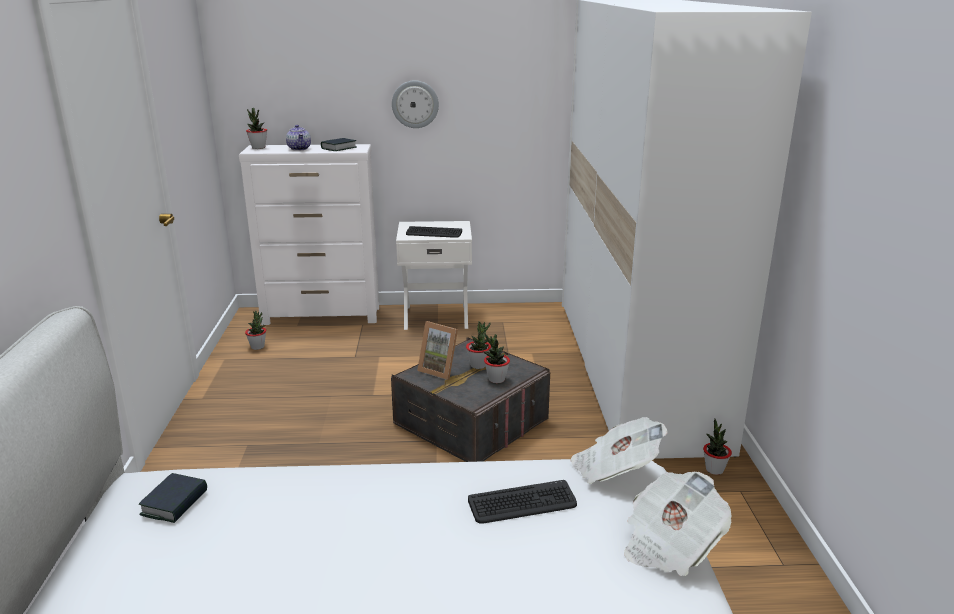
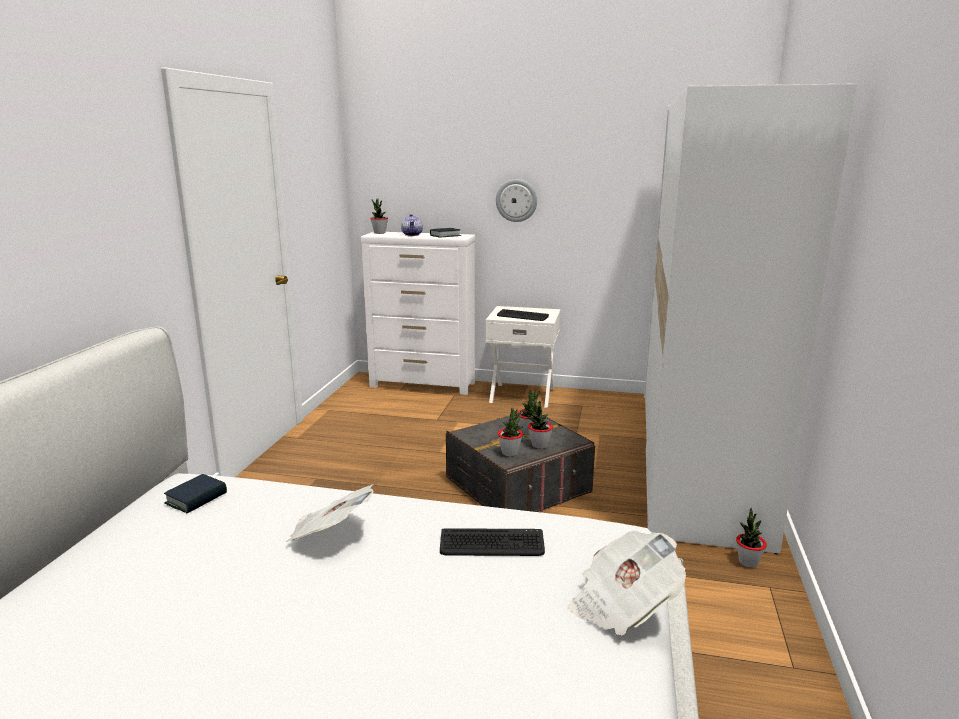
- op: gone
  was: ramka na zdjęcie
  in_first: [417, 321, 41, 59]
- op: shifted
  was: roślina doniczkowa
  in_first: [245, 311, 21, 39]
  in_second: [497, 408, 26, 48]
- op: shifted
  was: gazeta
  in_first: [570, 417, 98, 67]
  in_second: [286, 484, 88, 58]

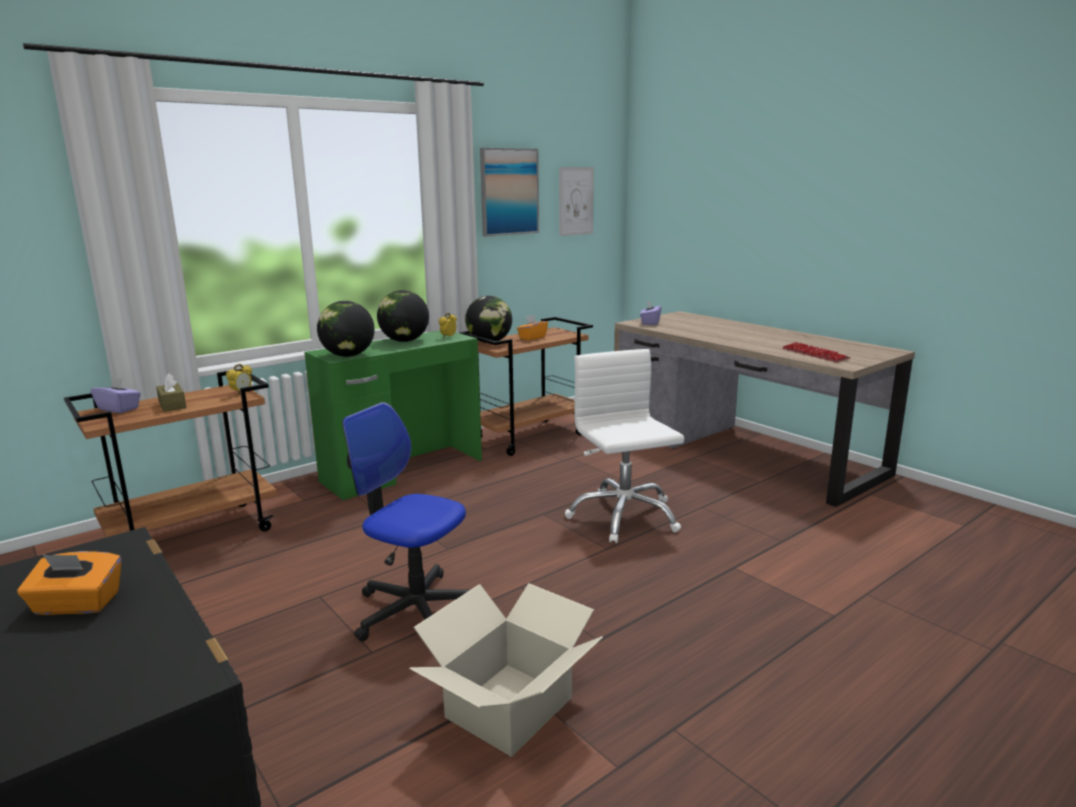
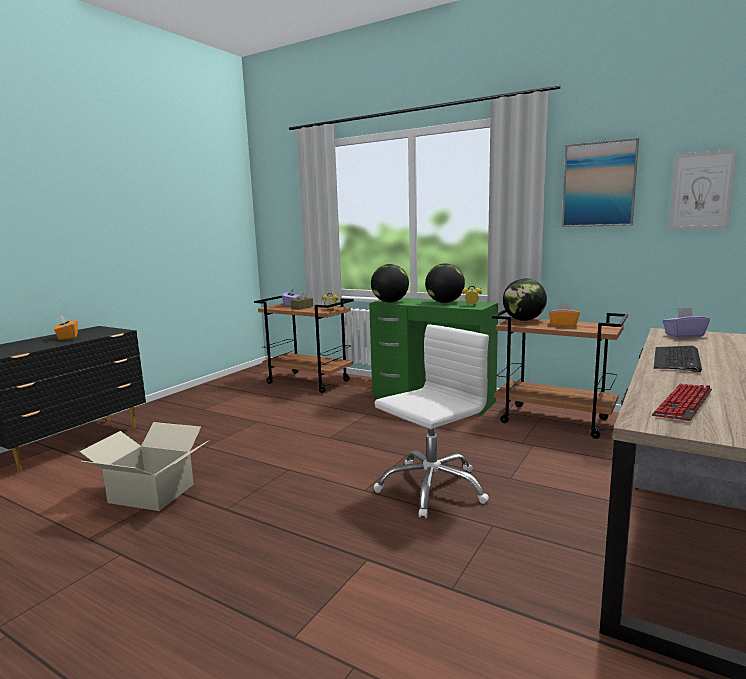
- op: gone
  was: krzesło biurowe
  in_first: [342, 402, 128, 240]
- op: new
  now: klawiatura
  in_second: [654, 346, 48, 26]

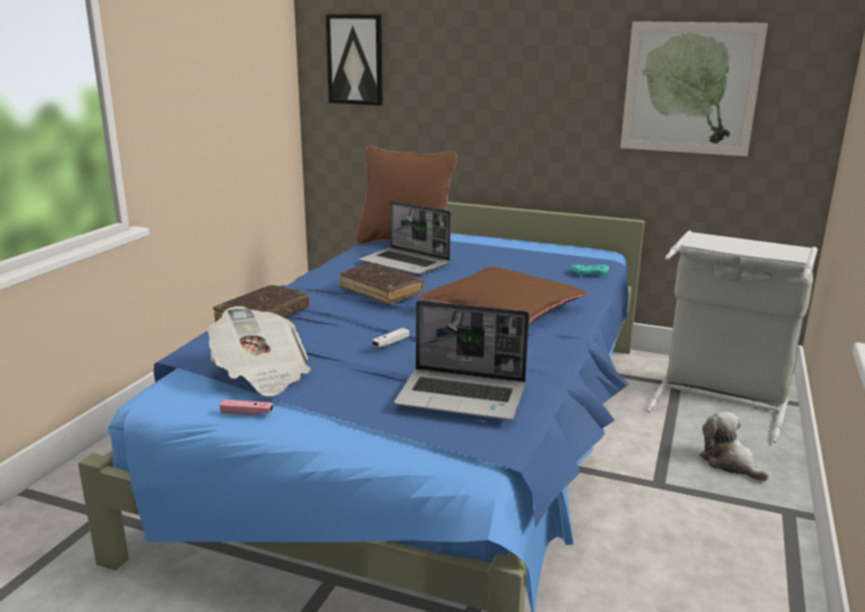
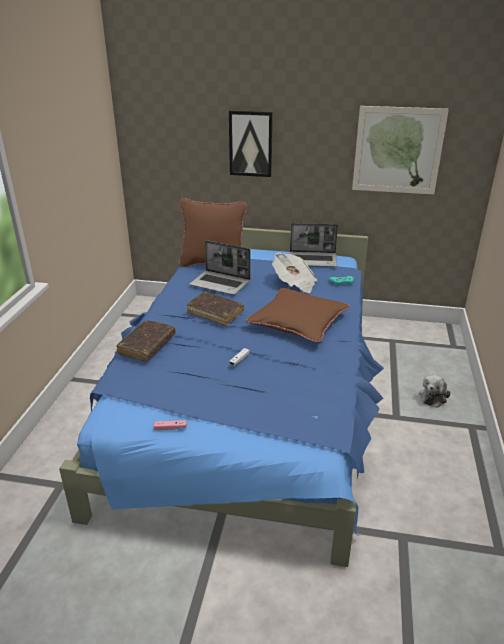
- op: gone
  was: kosz na pranie [szary]
  in_first: [647, 230, 170, 213]
- op: shifted
  was: gazeta
  in_first: [207, 306, 104, 91]
  in_second: [272, 253, 45, 40]
- op: shifted
  was: obraz
  in_first: [325, 14, 58, 92]
  in_second: [229, 110, 44, 67]
- op: shifted
  was: laptop
  in_first: [394, 300, 135, 120]
  in_second: [290, 223, 48, 44]
- op: rotated
  was: pluszak
  in_first: [699, 411, 70, 70]
  in_second: [419, 375, 32, 33]
  clockwise: -105

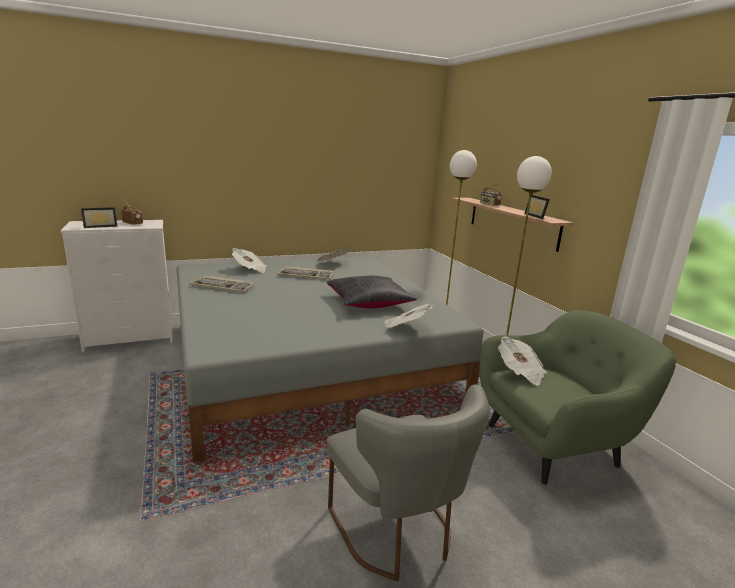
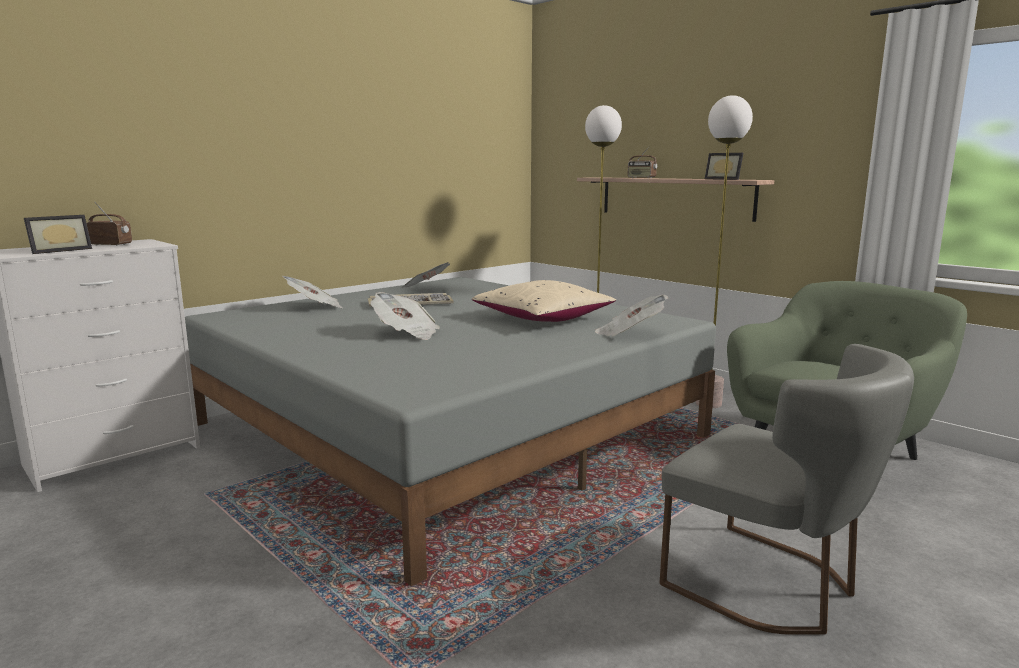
- op: gone
  was: klawiatura
  in_first: [190, 276, 64, 17]
- op: shifted
  was: gazeta
  in_first: [498, 337, 49, 49]
  in_second: [371, 292, 69, 48]
- op: repainted
  was: poduszka [czarny]
  now: poduszka [beżowy]
  in_first: [327, 276, 90, 33]
  in_second: [472, 280, 144, 42]

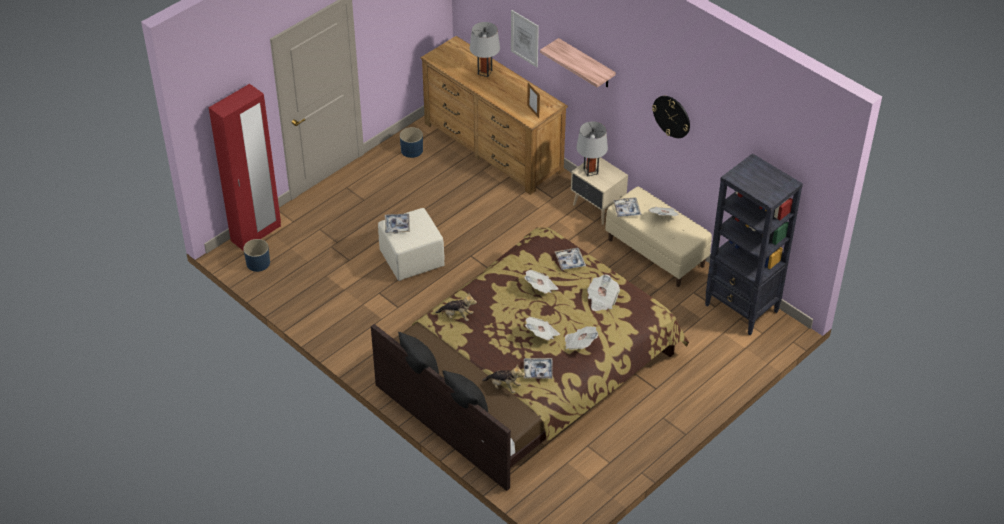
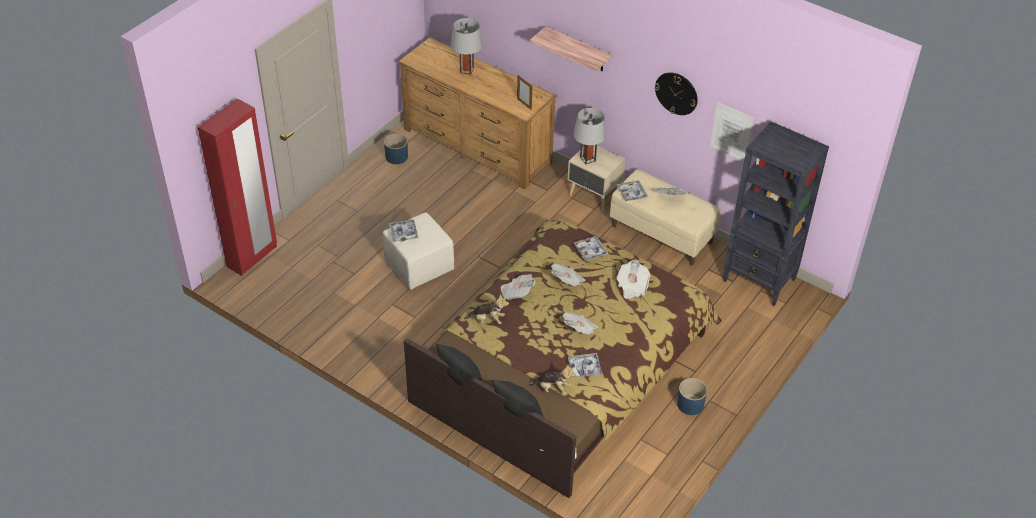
- op: shifted
  was: donica [niebieski]
  in_first: [243, 239, 27, 33]
  in_second: [677, 378, 30, 37]
- op: shifted
  was: obraz
  in_first: [511, 10, 28, 57]
  in_second: [710, 102, 44, 59]
- op: shifted
  was: gazeta
  in_first: [565, 326, 33, 24]
  in_second: [501, 274, 34, 26]

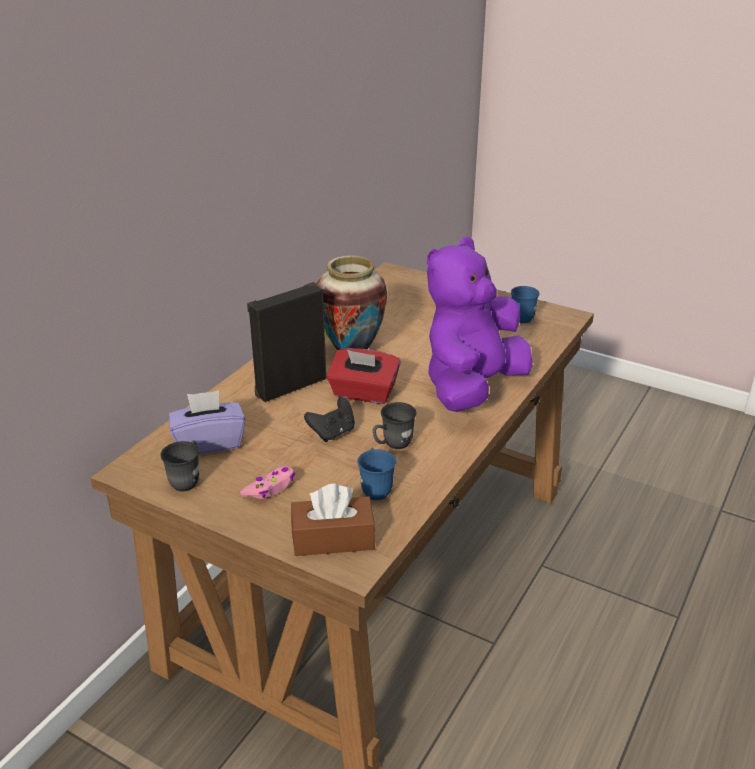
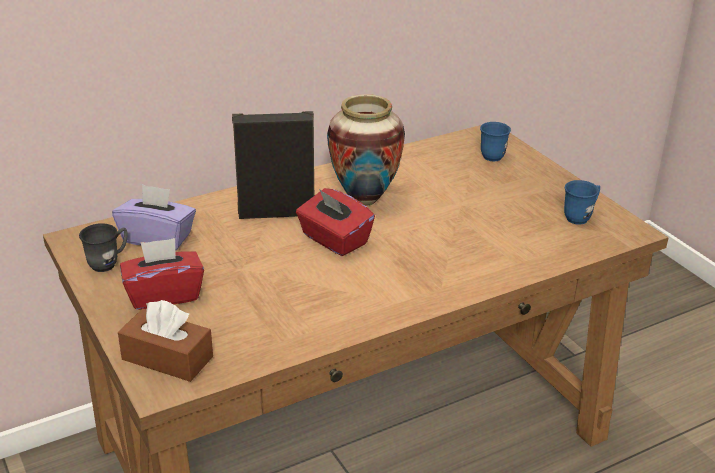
- op: gone
  was: pad do gier [czarny]
  in_first: [304, 397, 51, 45]
- op: gone
  was: kubek [szary]
  in_first: [373, 402, 43, 47]
- op: gone
  was: pluszak [fioletowy]
  in_first: [427, 237, 106, 175]
- op: shifted
  was: kubek [niebieski]
  in_first: [358, 448, 38, 52]
  in_second: [480, 122, 31, 39]
- op: swapped
  was: pad do gier [różowy]
  now: pudełko chusteczek [czerwony]
  in_first: [240, 466, 55, 33]
  in_second: [120, 238, 84, 72]

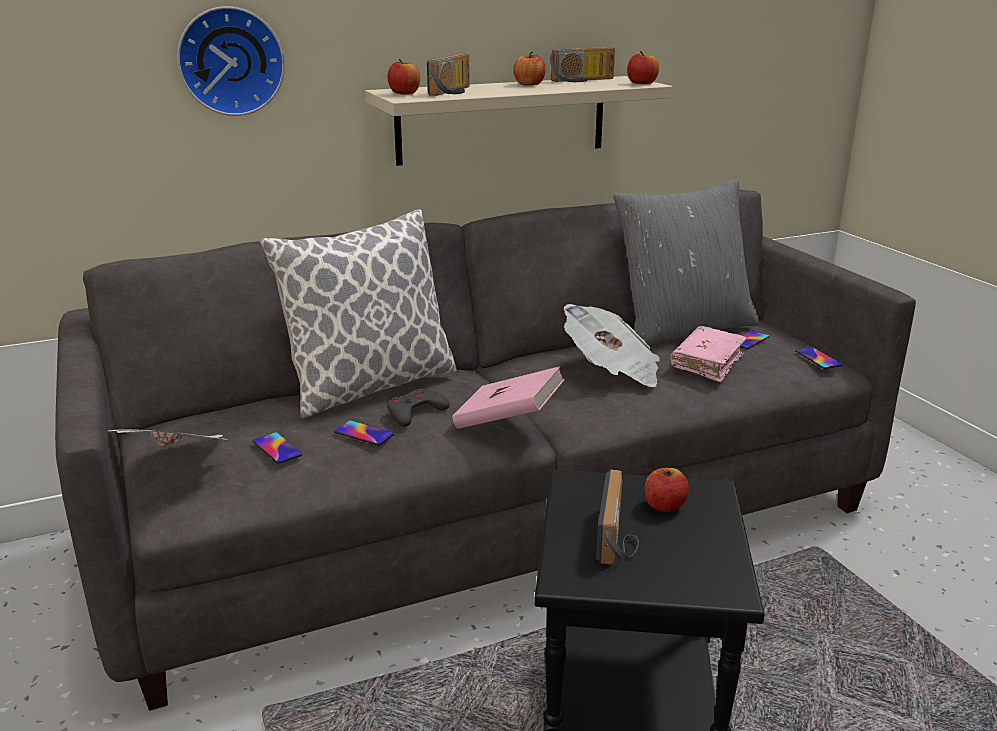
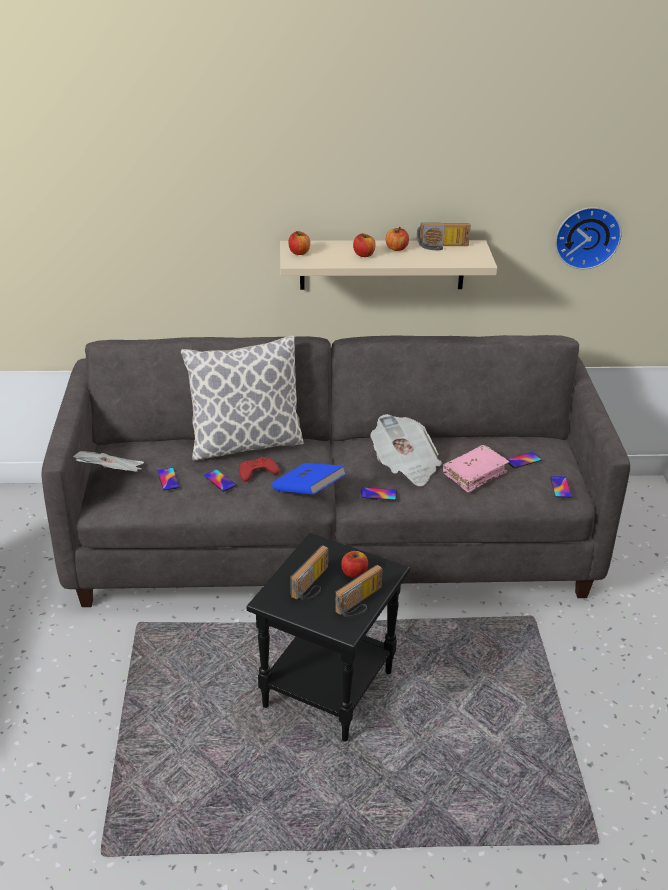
- op: gone
  was: poduszka [szary]
  in_first: [613, 179, 146, 167]
- op: new
  now: telefon
  in_second: [361, 487, 36, 13]
- op: shifted
  was: zegar ścienny
  in_first: [177, 6, 108, 110]
  in_second: [555, 207, 67, 62]
- op: shifted
  was: radio
  in_first: [427, 54, 43, 42]
  in_second: [335, 565, 47, 52]
- op: shifted
  was: jabłko
  in_first: [627, 51, 32, 33]
  in_second: [353, 233, 22, 24]
- op: repainted
  was: pad do gier [szary]
  now: pad do gier [czerwony]
  in_first: [387, 389, 63, 38]
  in_second: [240, 457, 40, 25]
- op: repainted
  was: książka [różowy]
  now: książka [niebieski]
  in_first: [452, 366, 113, 63]
  in_second: [272, 463, 74, 32]

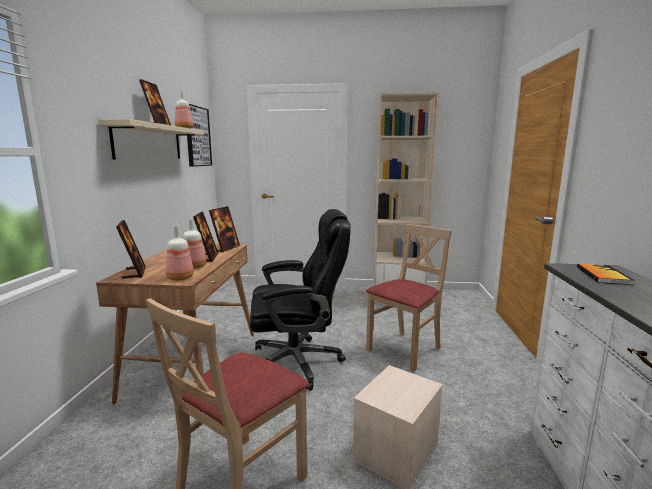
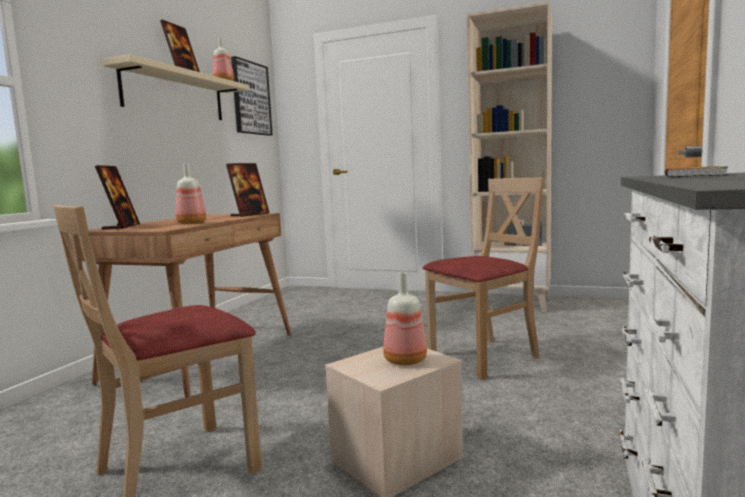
- op: gone
  was: ramka na zdjęcie
  in_first: [193, 211, 26, 51]
- op: gone
  was: krzesło biurowe [czarny]
  in_first: [250, 209, 101, 182]
- op: shifted
  was: butelka
  in_first: [166, 225, 28, 56]
  in_second: [383, 272, 44, 93]

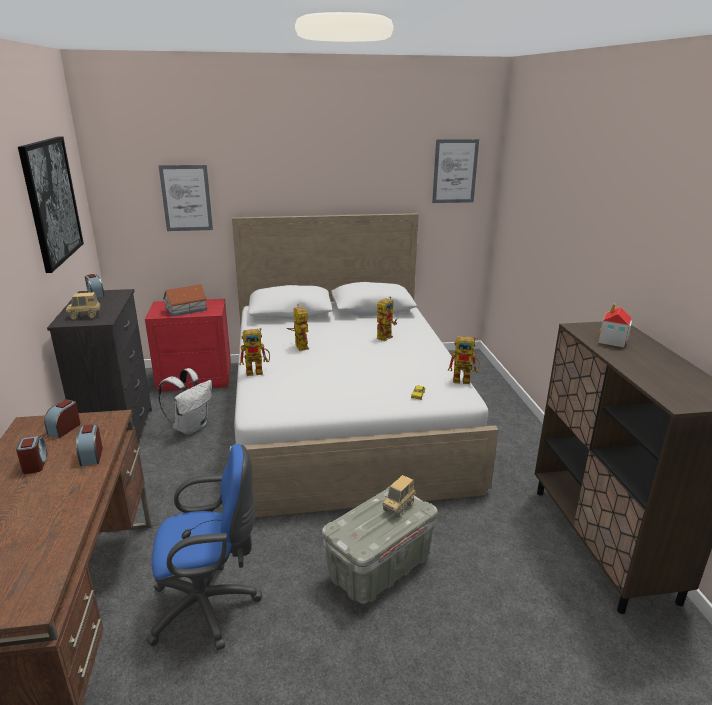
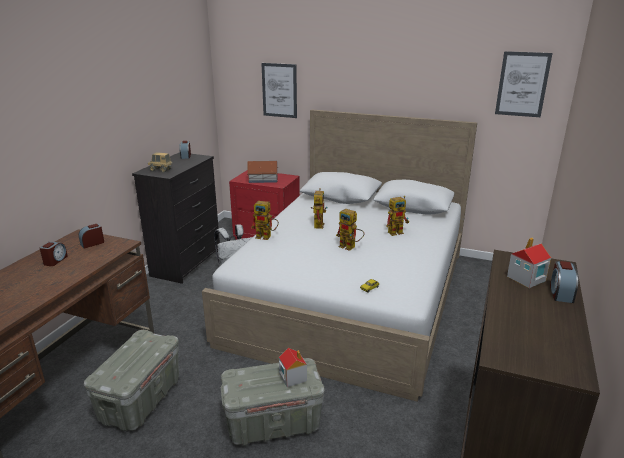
- op: gone
  was: obraz
  in_first: [18, 136, 66, 137]
- op: shifted
  was: budzik
  in_first: [76, 424, 27, 42]
  in_second: [550, 261, 29, 42]
- op: shifted
  was: robot zabawkowy
  in_first: [448, 336, 32, 48]
  in_second: [336, 209, 28, 42]
- op: swapped
  was: krzesło biurowe [niebieski]
  now: pojemnik do przechowywania [szary]
  in_first: [146, 444, 116, 206]
  in_second: [84, 330, 95, 101]
- op: swapped
  was: ciężarówka zabawkowa
  now: domek
  in_first: [382, 475, 34, 42]
  in_second: [279, 348, 28, 39]

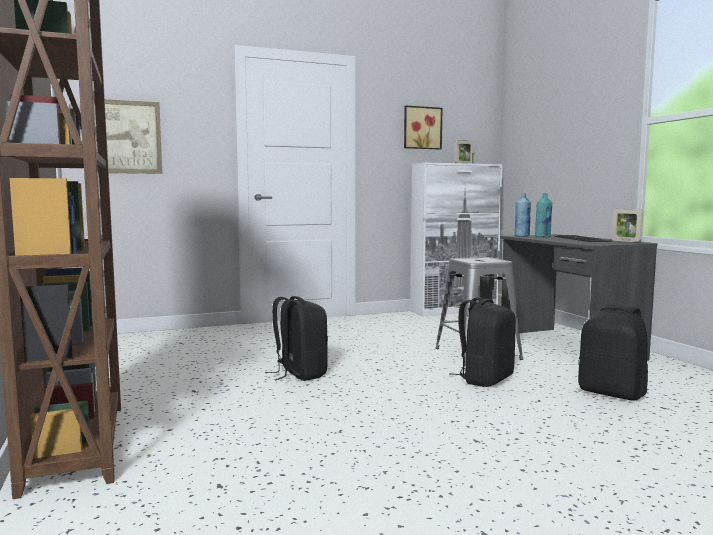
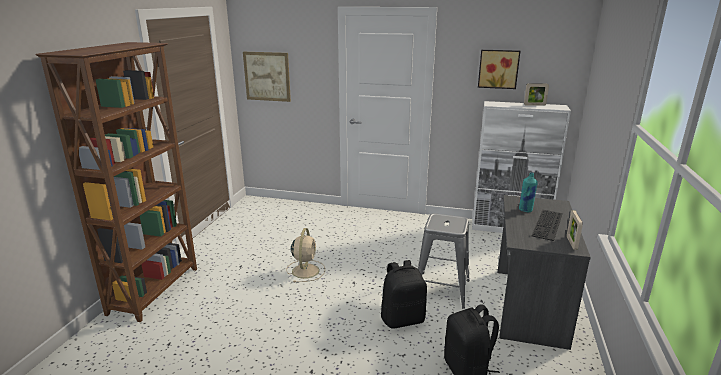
- op: gone
  was: butelka [niebieski]
  in_first: [515, 193, 16, 44]
- op: swapped
  was: plecak [czarny]
  now: wentylator [beżowy]
  in_first: [265, 296, 63, 85]
  in_second: [287, 228, 38, 54]

